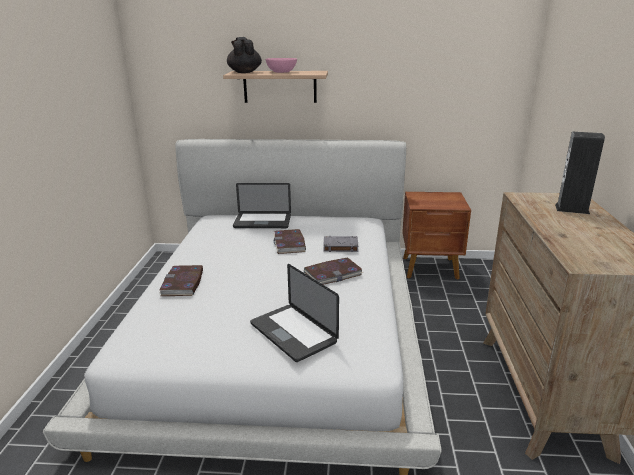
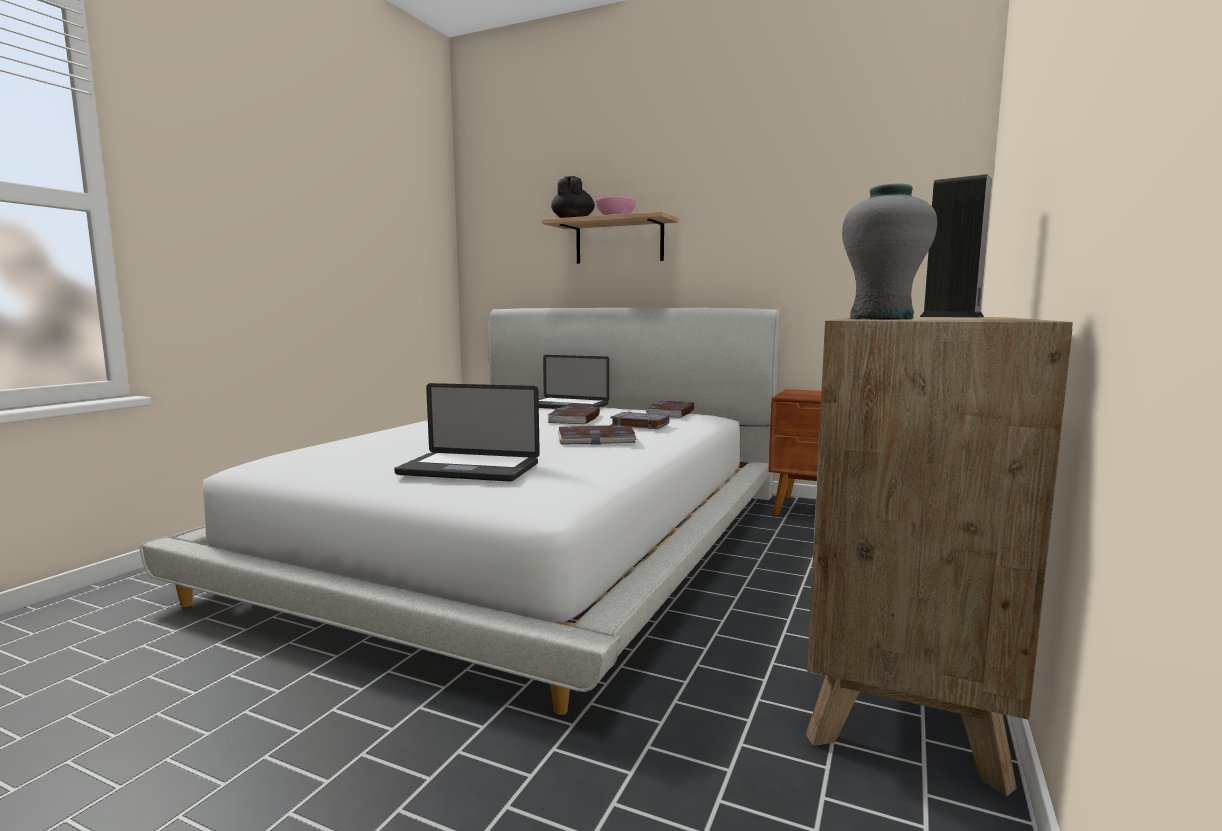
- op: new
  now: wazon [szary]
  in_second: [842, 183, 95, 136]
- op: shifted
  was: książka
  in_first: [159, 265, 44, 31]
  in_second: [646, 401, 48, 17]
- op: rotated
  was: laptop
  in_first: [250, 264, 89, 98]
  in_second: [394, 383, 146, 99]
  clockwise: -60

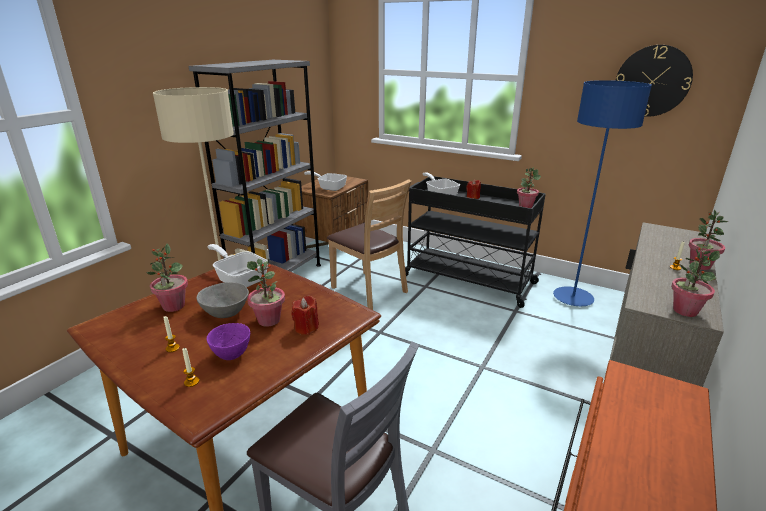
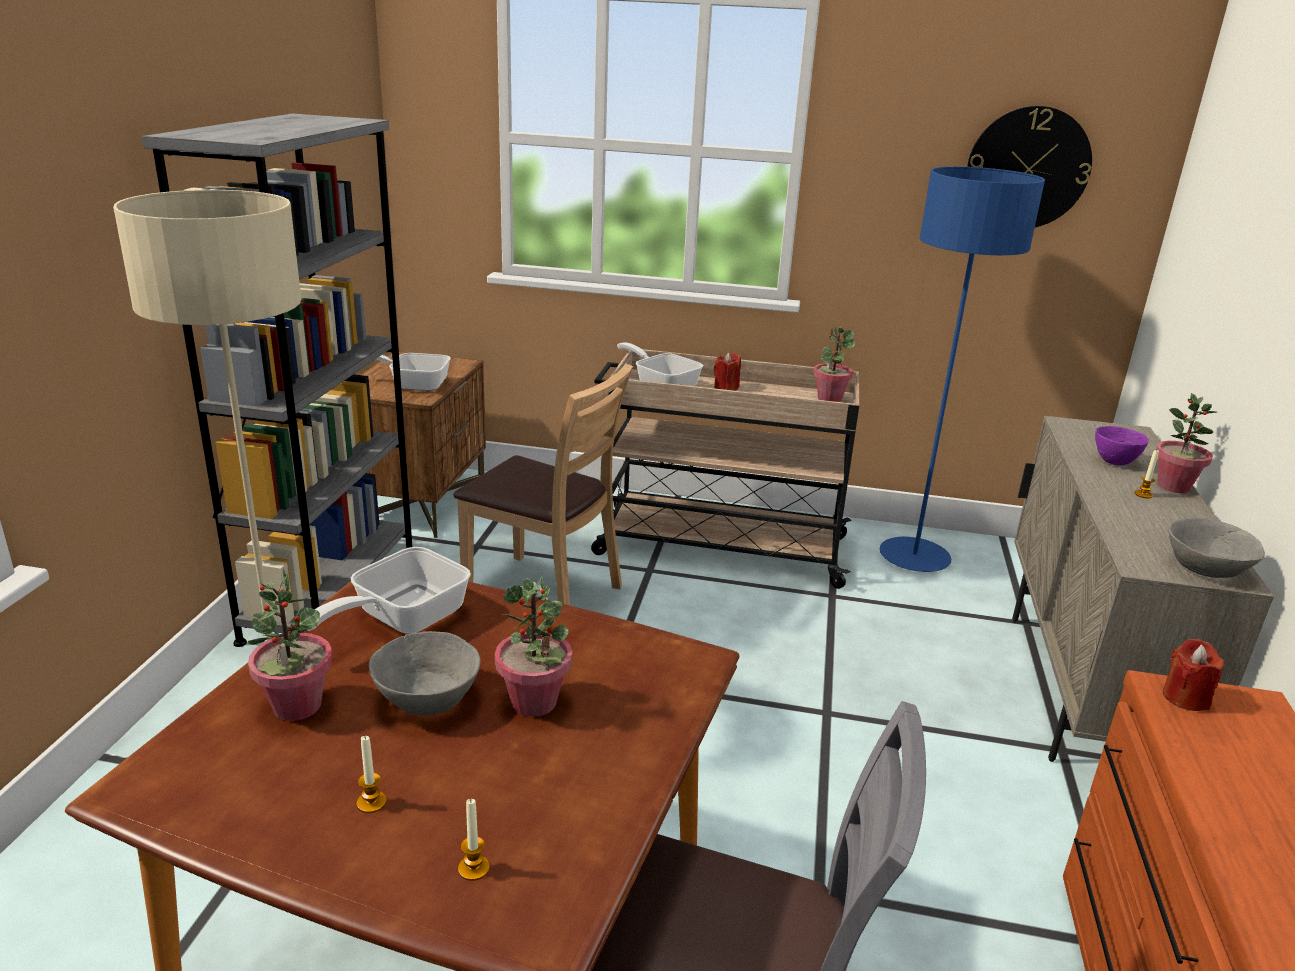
- op: shifted
  was: miska [fioletowy]
  in_first: [207, 323, 43, 37]
  in_second: [1095, 426, 54, 39]
- op: shifted
  was: świeca [czerwony]
  in_first: [291, 296, 28, 39]
  in_second: [1163, 639, 61, 72]
- op: swapped
  was: roślina doniczkowa
  now: miska [szary]
  in_first: [671, 247, 49, 70]
  in_second: [1169, 517, 96, 61]
- op: repainted
  was: wózek [czarny]
  now: wózek [beżowy]
  in_first: [405, 176, 141, 132]
  in_second: [591, 349, 268, 240]
- op: rotated
  was: patelnia
  in_first: [207, 244, 61, 43]
  in_second: [307, 547, 164, 87]
  clockwise: -75

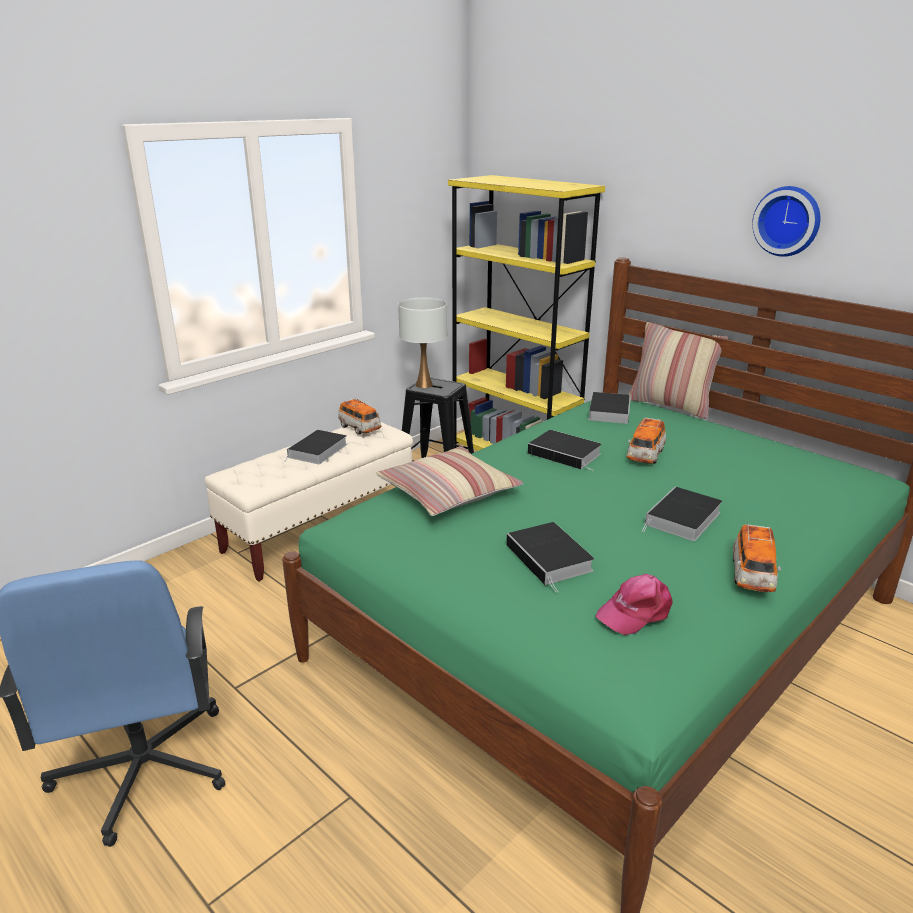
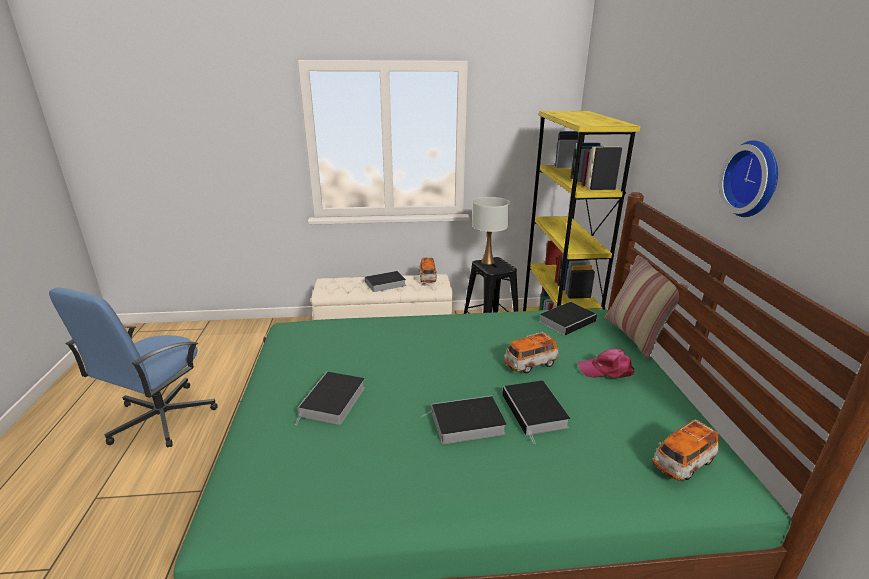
- op: gone
  was: poduszka
  in_first: [376, 446, 147, 70]
- op: shifted
  was: książka
  in_first: [528, 430, 74, 41]
  in_second: [502, 381, 68, 63]
- op: shifted
  was: czapka z daszkiem [różowy]
  in_first: [595, 574, 78, 61]
  in_second: [578, 349, 56, 29]
- op: shifted
  was: samochodzik
  in_first: [733, 524, 48, 68]
  in_second: [652, 420, 68, 61]

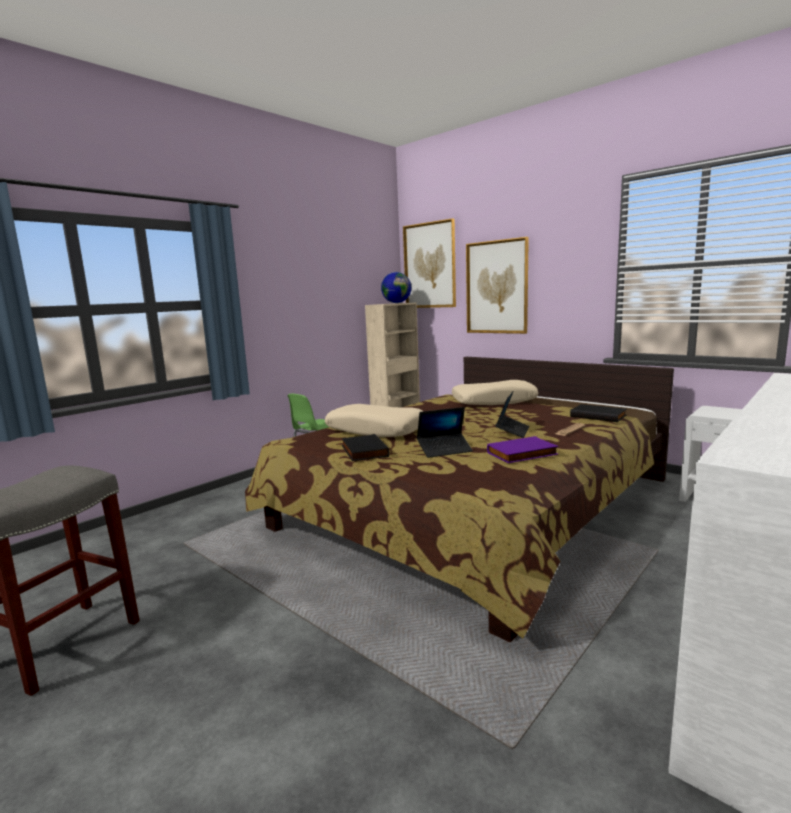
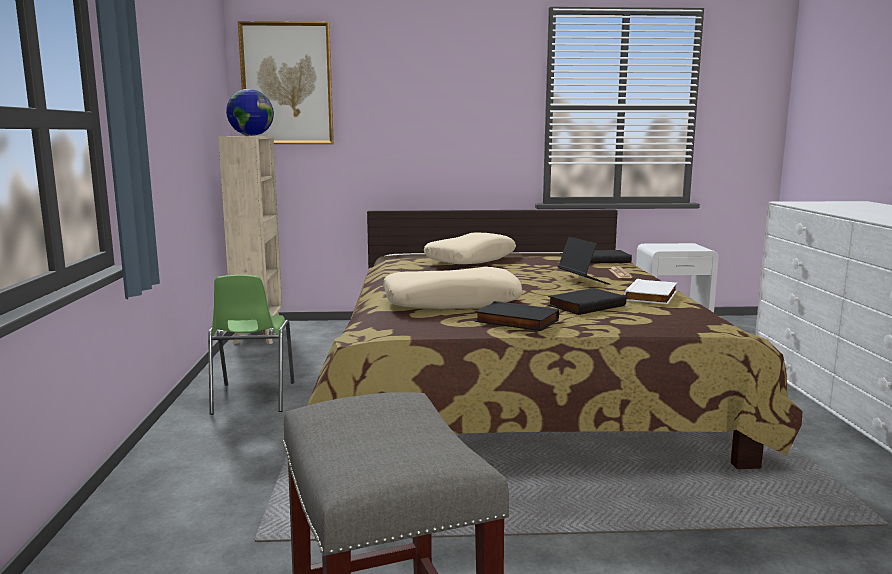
- op: gone
  was: obraz
  in_first: [466, 237, 63, 97]
- op: swapped
  was: laptop
  now: książka [czarny]
  in_first: [417, 407, 56, 51]
  in_second: [548, 288, 78, 27]
- op: repainted
  was: książka [fioletowy]
  now: książka [biały]
  in_first: [487, 436, 72, 27]
  in_second: [624, 279, 53, 25]

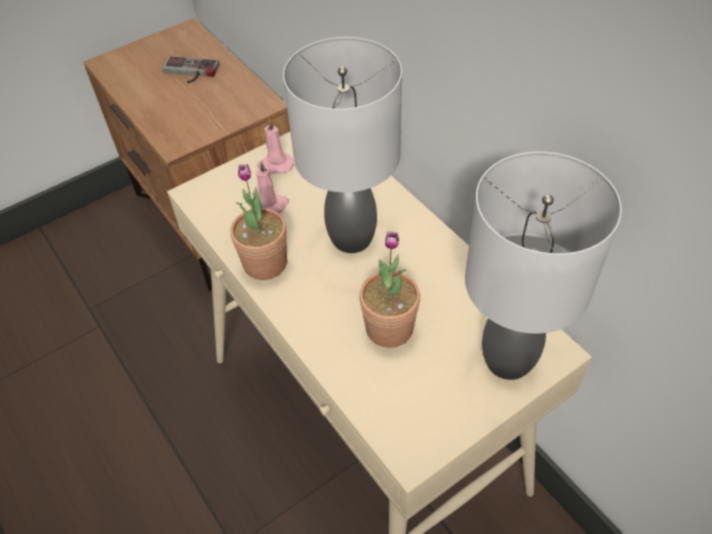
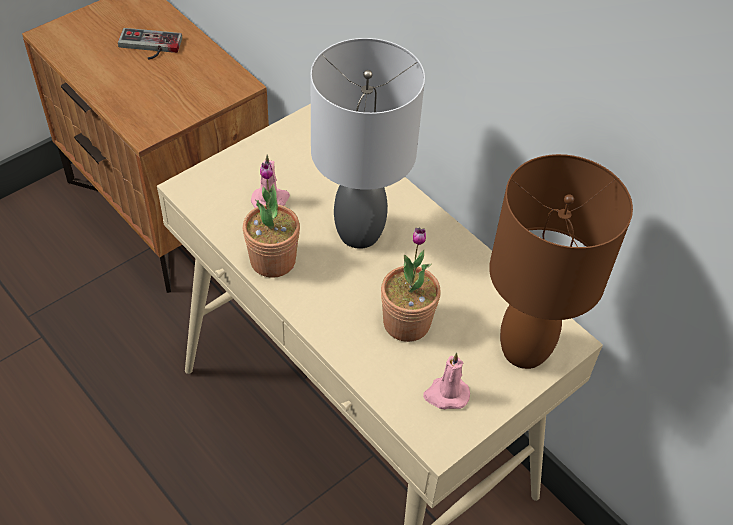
- op: shifted
  was: świeca [różowy]
  in_first: [257, 118, 36, 56]
  in_second: [423, 353, 47, 56]
- op: repainted
  was: lampa stołowa [szary]
  now: lampa stołowa [brązowy]
  in_first: [465, 152, 157, 228]
  in_second: [489, 154, 144, 215]

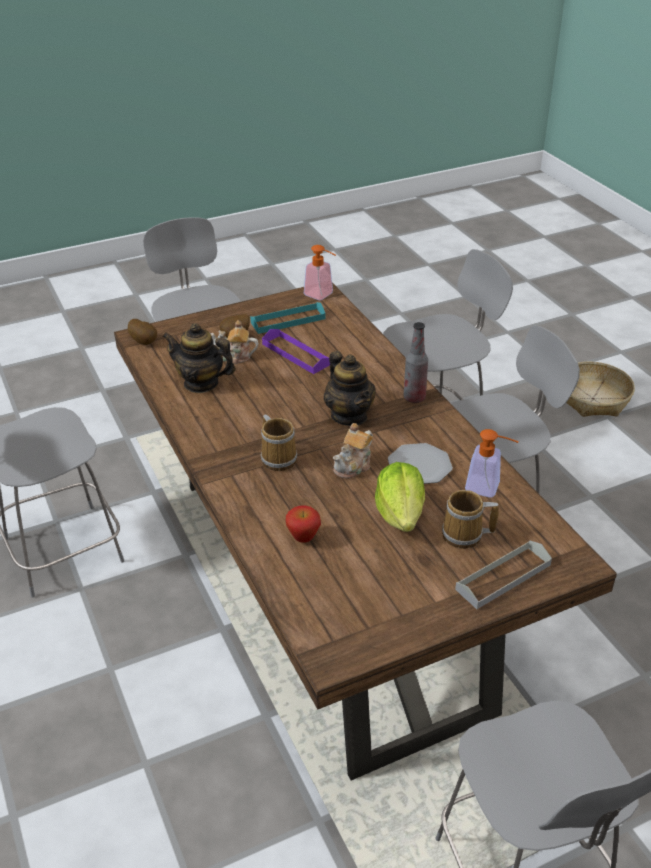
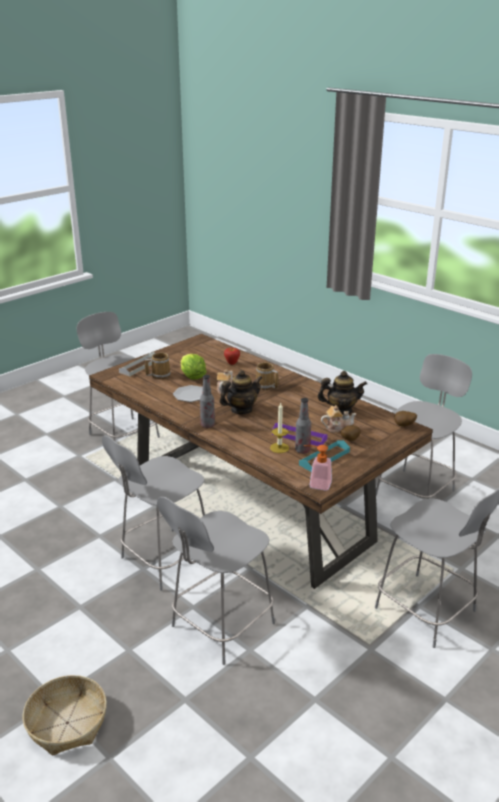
- op: gone
  was: dozownik mydła
  in_first: [465, 429, 54, 69]
- op: new
  now: świeca
  in_second: [270, 403, 19, 50]
- op: new
  now: butelka
  in_second: [295, 398, 16, 56]
- op: rotated
  was: imbryk
  in_first: [323, 351, 53, 75]
  in_second: [220, 370, 42, 44]
  clockwise: 105

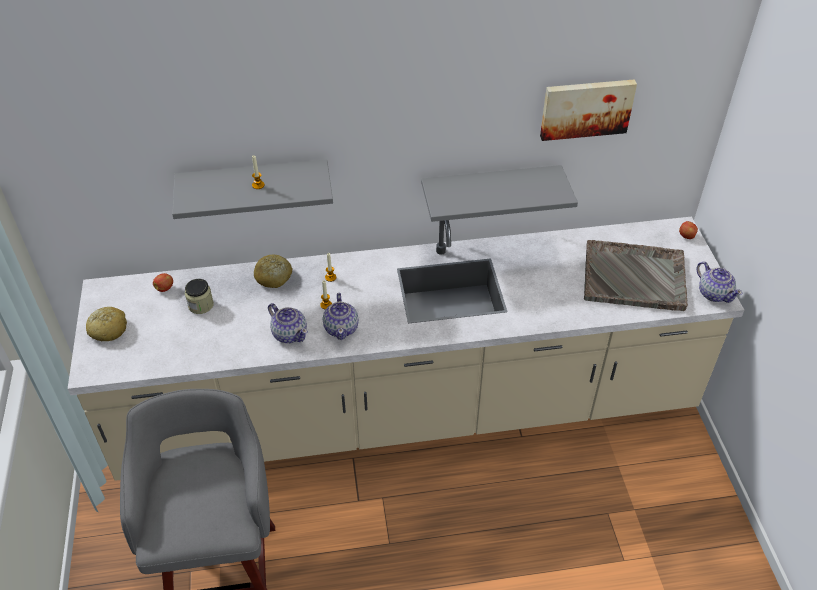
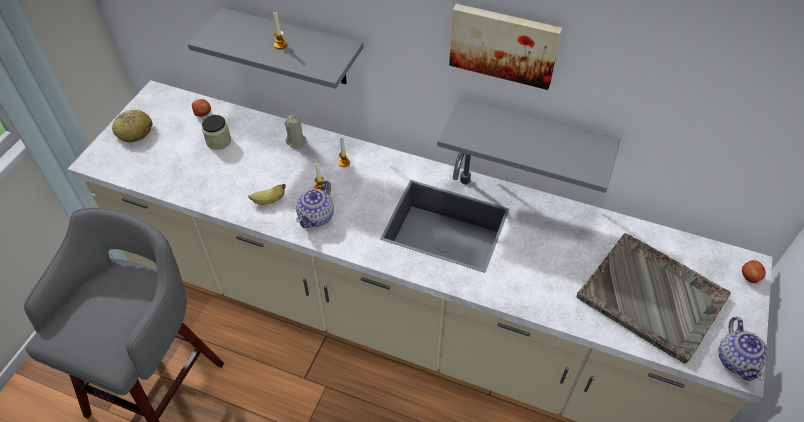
- op: shifted
  was: obraz
  in_first: [540, 80, 97, 61]
  in_second: [449, 4, 113, 86]
- op: swapped
  was: chleb
  now: świeca [beżowy]
  in_first: [254, 254, 38, 34]
  in_second: [285, 115, 21, 33]
- op: swapped
  was: imbryk
  now: banan
  in_first: [268, 303, 40, 40]
  in_second: [248, 183, 38, 22]

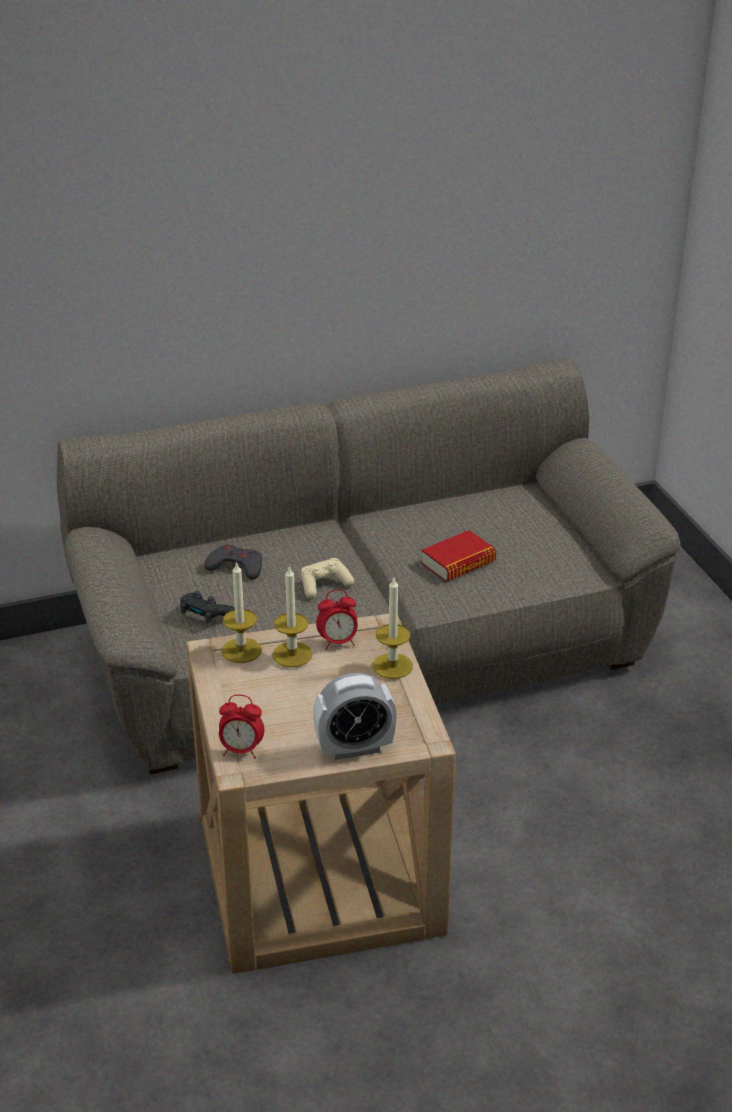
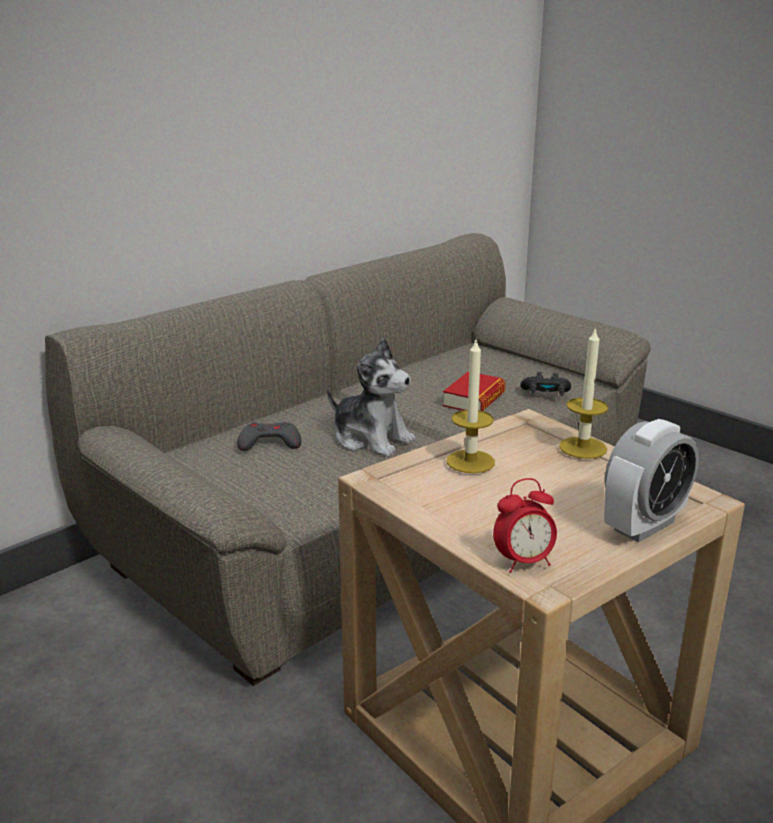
- op: gone
  was: świeca
  in_first: [222, 561, 40, 102]
- op: gone
  was: budzik
  in_first: [316, 590, 42, 60]
- op: shifted
  was: pad do gier [czarny]
  in_first: [180, 591, 55, 33]
  in_second: [520, 372, 51, 24]
- op: swapped
  was: pad do gier [beżowy]
  now: pluszak
  in_first: [301, 558, 53, 41]
  in_second: [327, 338, 88, 119]

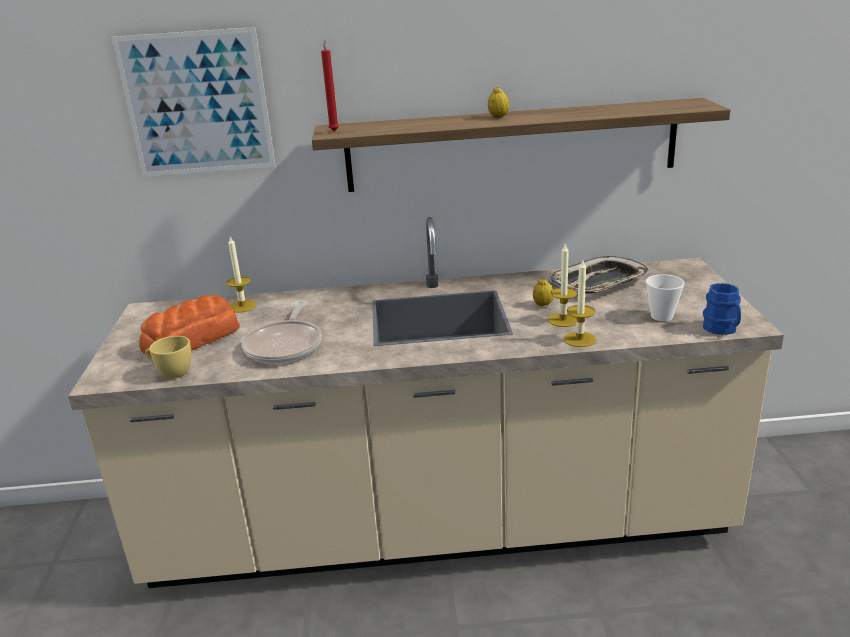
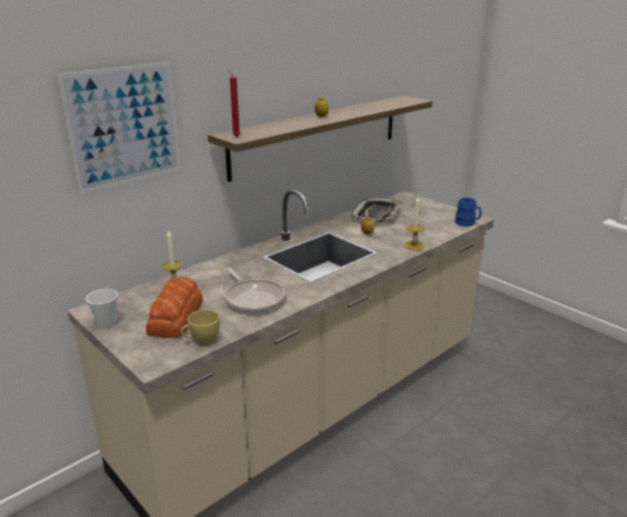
- op: gone
  was: świeca
  in_first: [548, 242, 29, 85]
- op: shifted
  was: filiżanka
  in_first: [646, 274, 39, 47]
  in_second: [86, 289, 32, 39]

